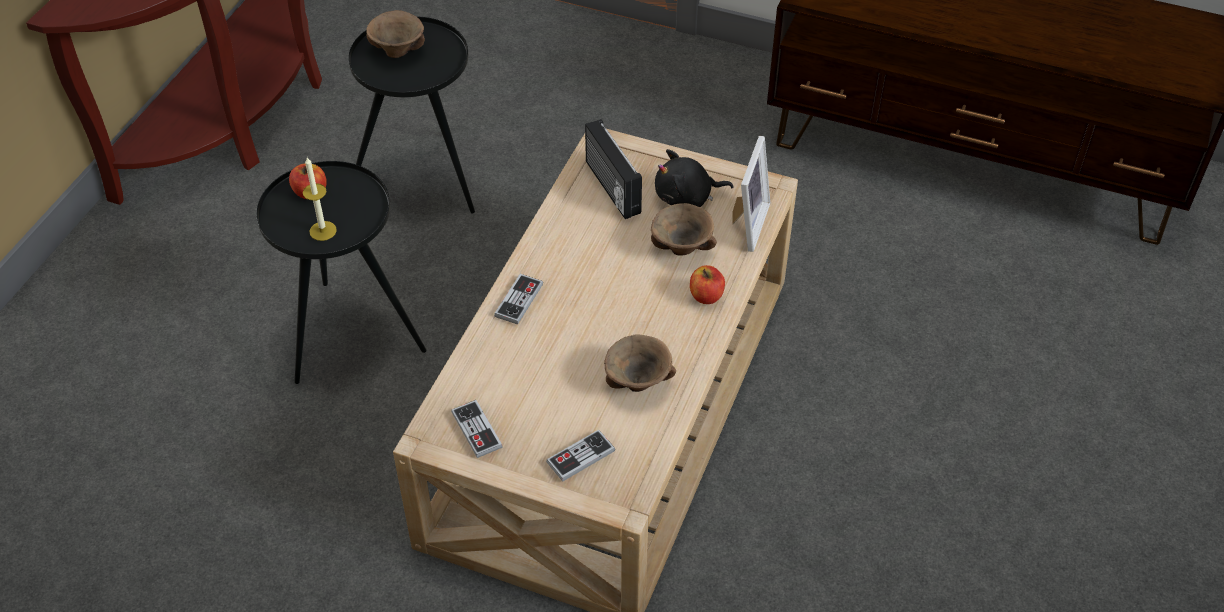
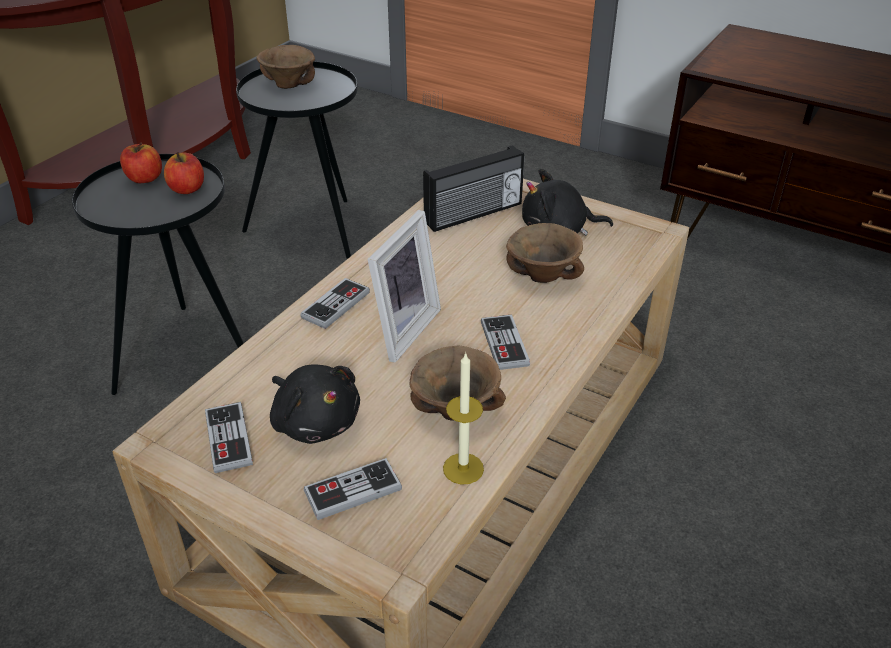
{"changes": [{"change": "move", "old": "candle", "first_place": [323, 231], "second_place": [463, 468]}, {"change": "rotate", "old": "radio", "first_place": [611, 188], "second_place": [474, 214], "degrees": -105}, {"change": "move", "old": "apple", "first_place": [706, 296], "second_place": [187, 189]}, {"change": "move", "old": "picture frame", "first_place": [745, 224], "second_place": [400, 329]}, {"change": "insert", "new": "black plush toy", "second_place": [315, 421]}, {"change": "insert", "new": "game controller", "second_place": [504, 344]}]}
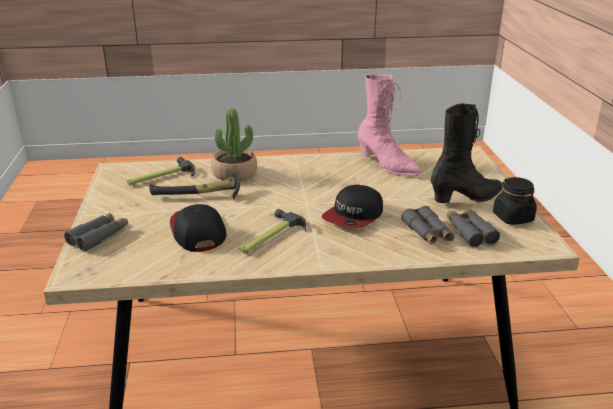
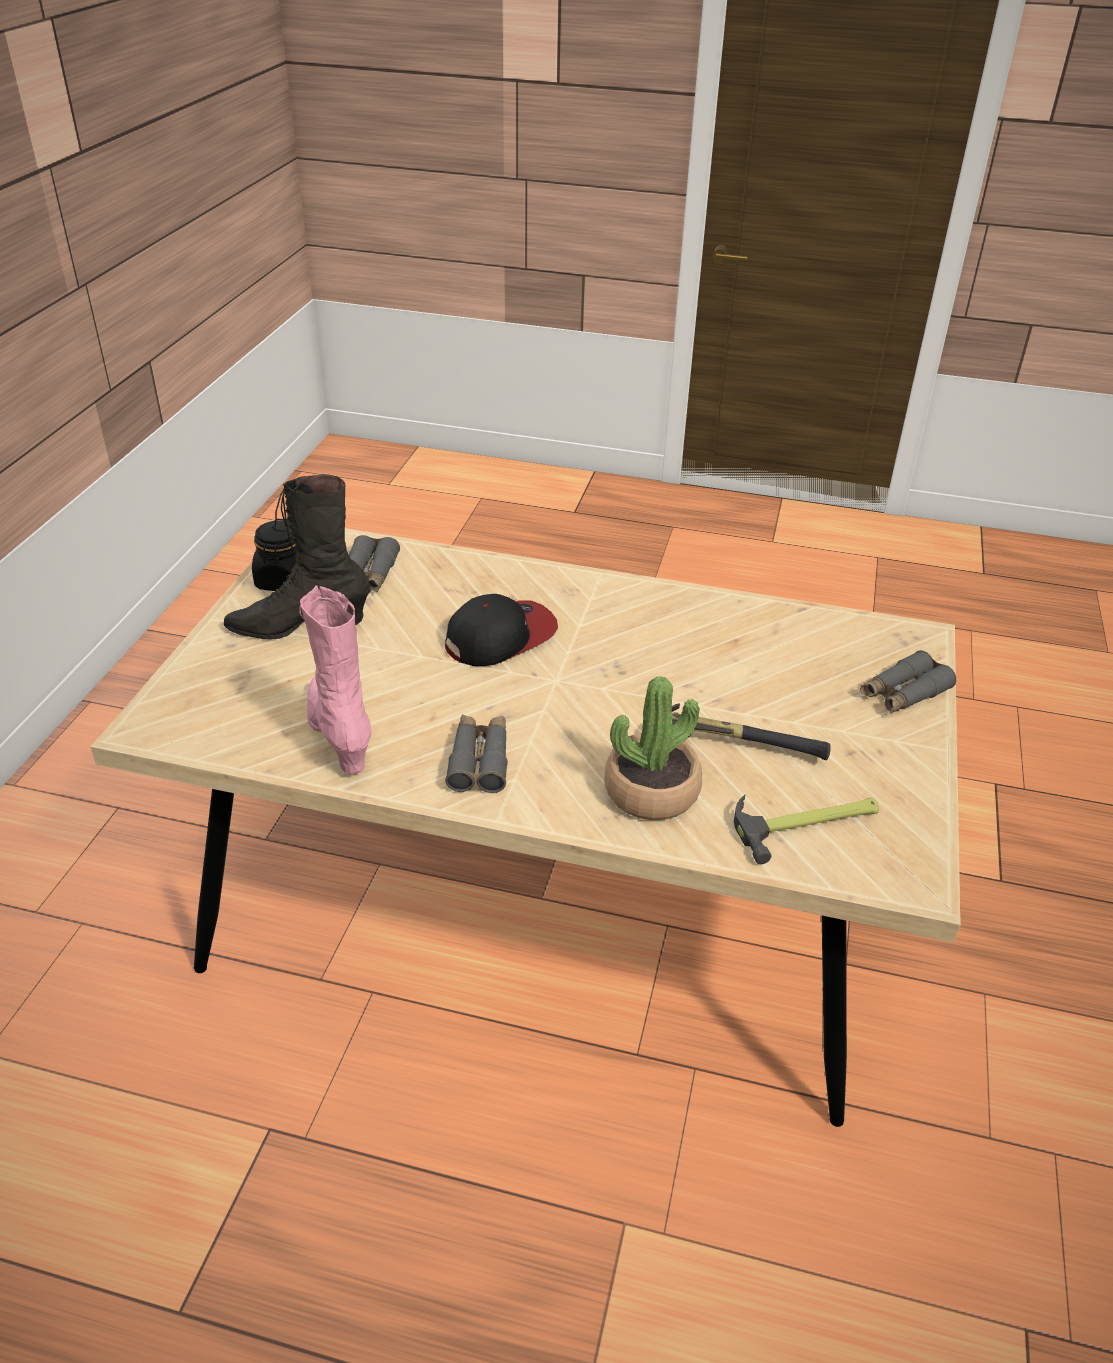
{"changes": [{"change": "delete", "old": "cap", "first_place": [197, 231]}, {"change": "delete", "old": "hammer", "first_place": [270, 237]}, {"change": "move", "old": "grey binoculars", "first_place": [427, 233], "second_place": [479, 760]}]}
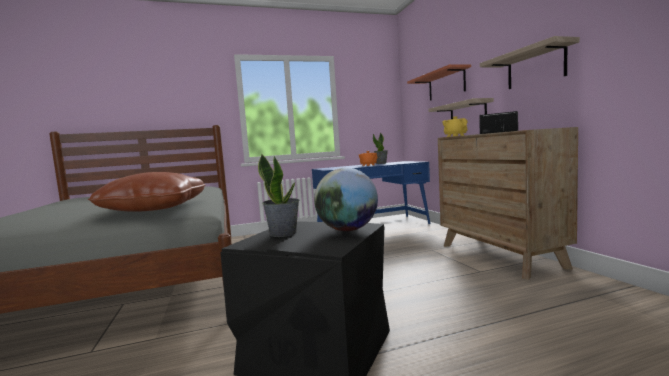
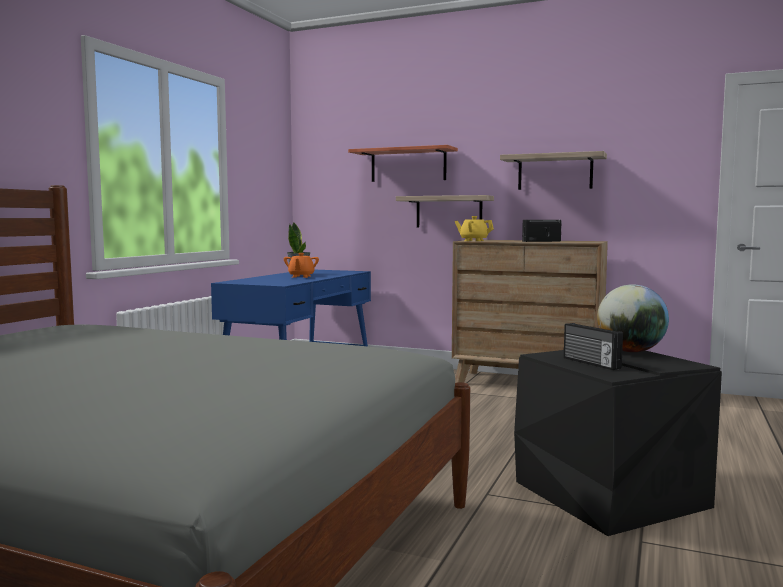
{"changes": [{"change": "delete", "old": "brown pillow", "first_place": [155, 209]}, {"change": "replace", "old": "potted plant", "new": "radio", "first_place": [283, 233], "second_place": [590, 363]}]}
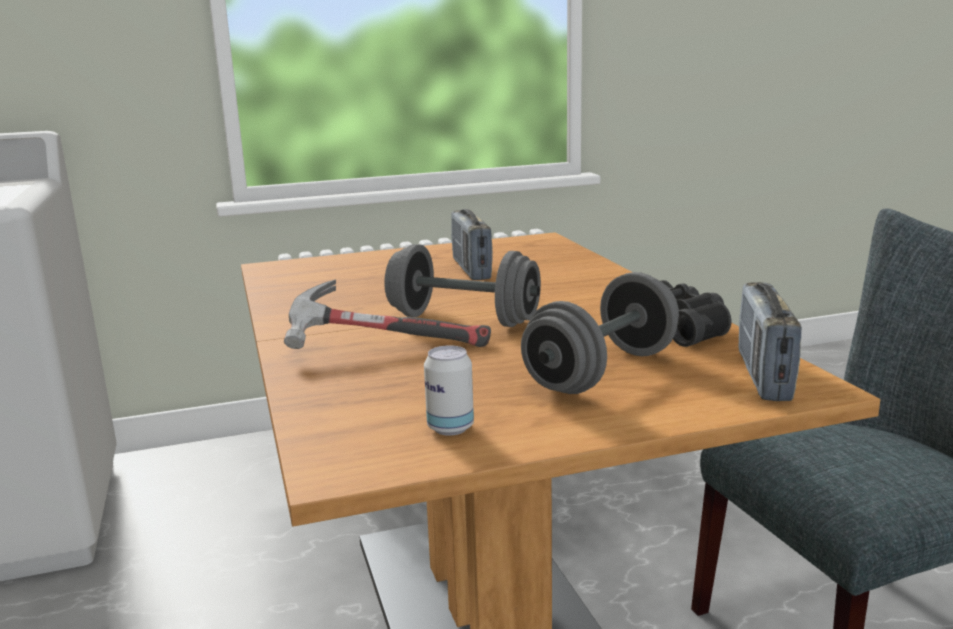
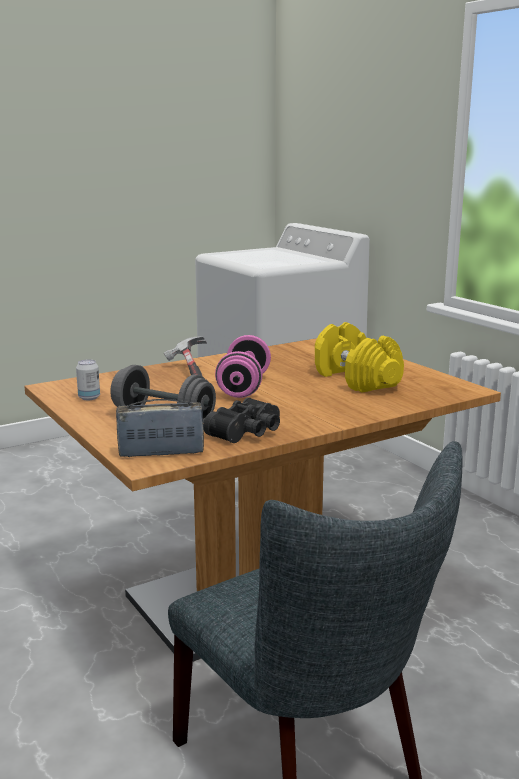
{"changes": [{"change": "recolor", "old": "grey dumbbell", "new": "pink dumbbell", "first_place": [463, 319], "second_place": [244, 387]}, {"change": "replace", "old": "radio", "new": "yellow dumbbell", "first_place": [471, 270], "second_place": [355, 379]}]}
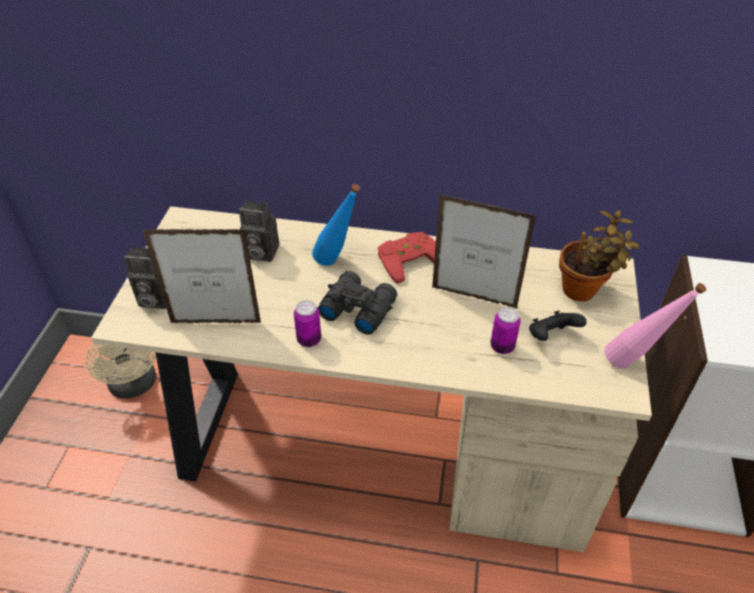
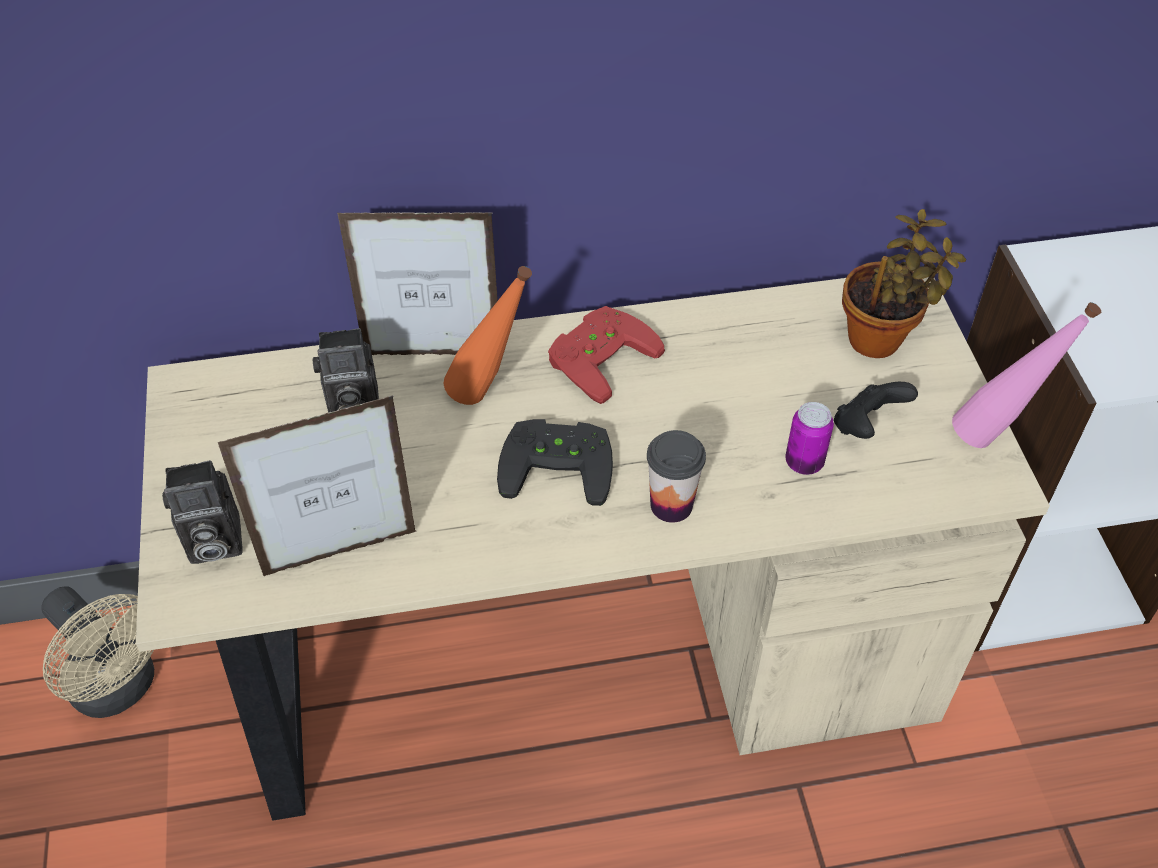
{"changes": [{"change": "delete", "old": "can", "first_place": [309, 340]}, {"change": "recolor", "old": "blue bottle", "new": "orange bottle", "first_place": [337, 264], "second_place": [490, 395]}, {"change": "replace", "old": "black binoculars", "new": "black game controller", "first_place": [357, 308], "second_place": [558, 462]}, {"change": "move", "old": "picture frame", "first_place": [474, 297], "second_place": [433, 355]}, {"change": "insert", "new": "cup", "second_place": [671, 505]}]}
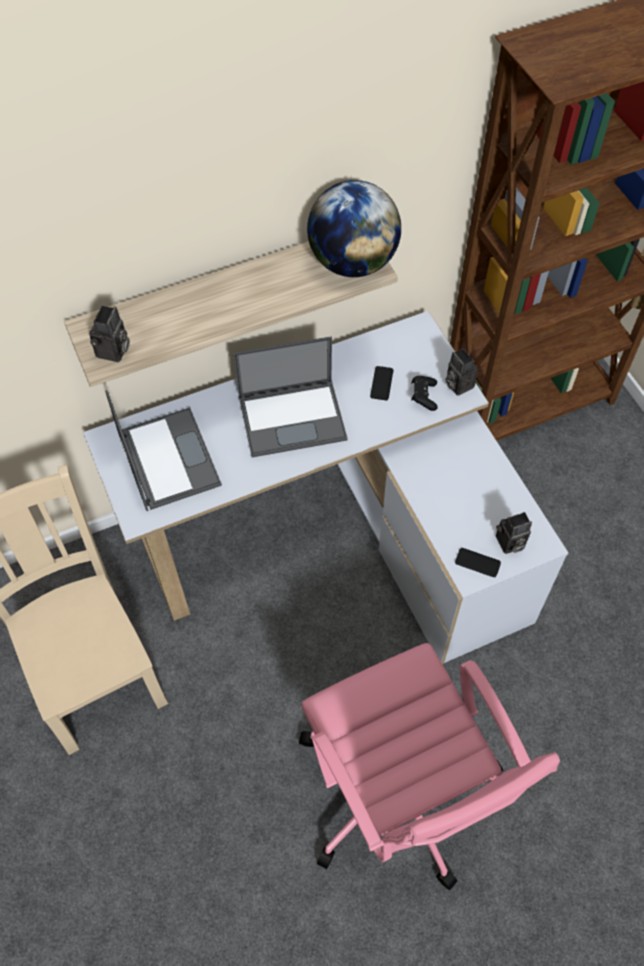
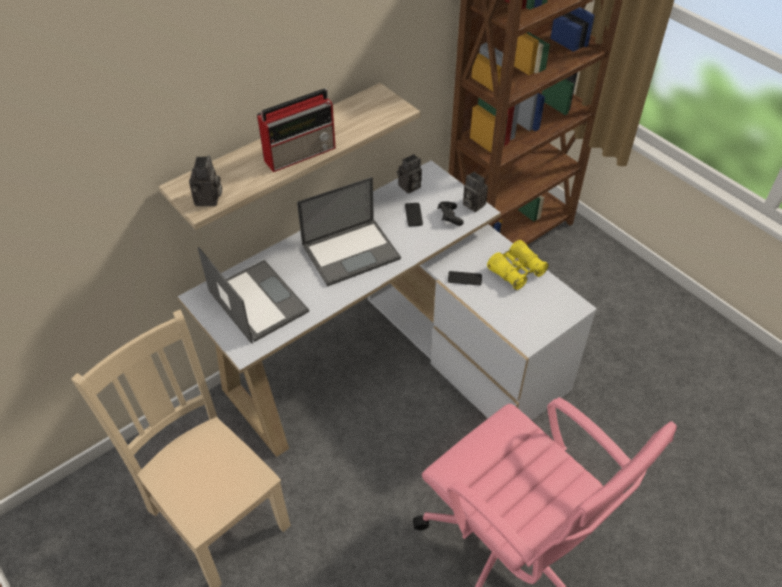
{"changes": [{"change": "delete", "old": "globe", "first_place": [353, 262]}, {"change": "move", "old": "phone", "first_place": [477, 562], "second_place": [464, 278]}, {"change": "move", "old": "photo camera", "first_place": [509, 543], "second_place": [409, 187]}, {"change": "insert", "new": "radio", "second_place": [301, 153]}, {"change": "insert", "new": "yellow binoculars", "second_place": [516, 271]}]}
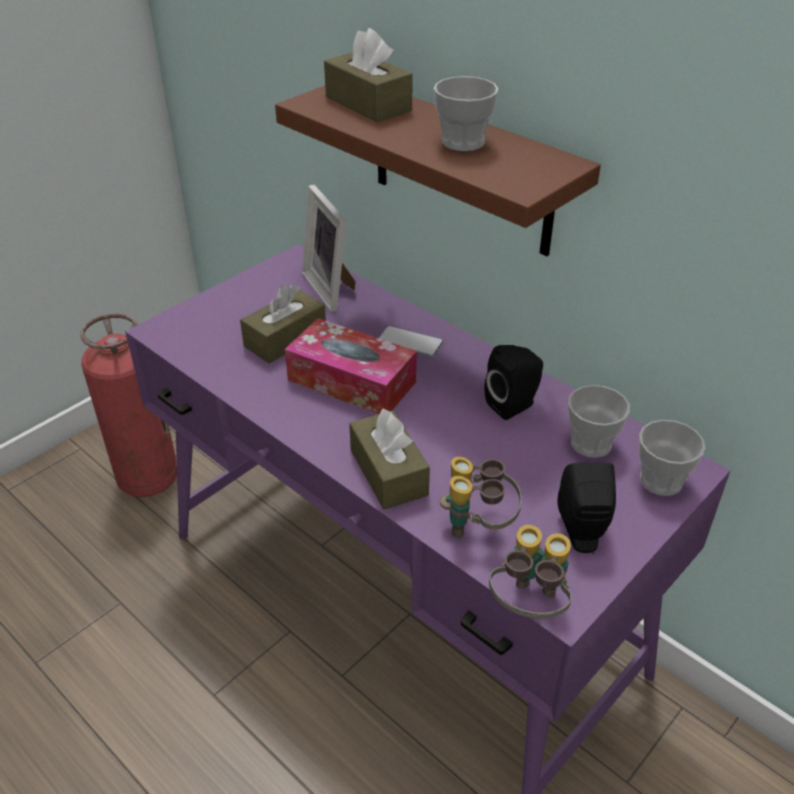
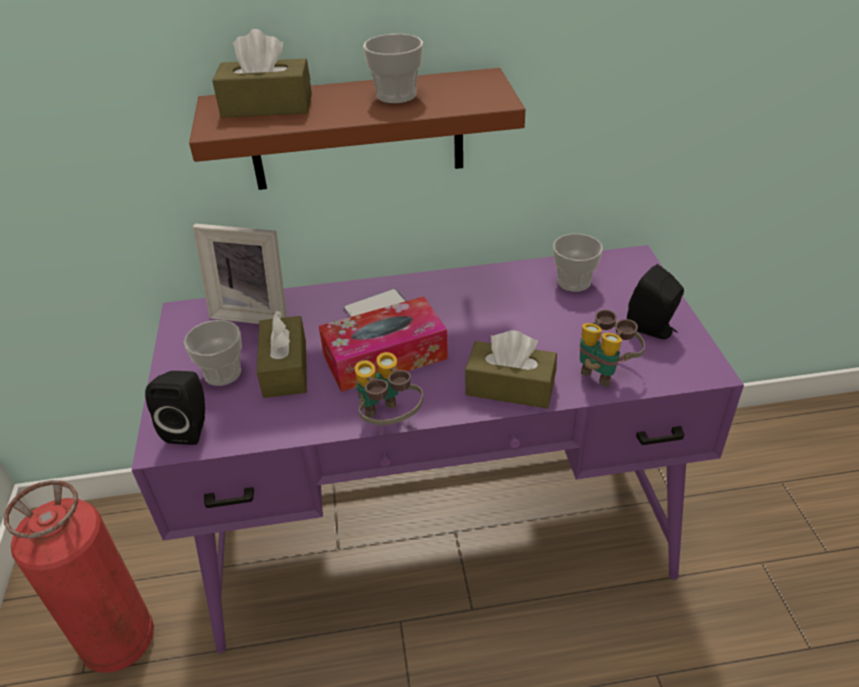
{"changes": [{"change": "move", "old": "black speaker", "first_place": [514, 405], "second_place": [190, 427]}, {"change": "move", "old": "binoculars", "first_place": [529, 605], "second_place": [388, 421]}, {"change": "move", "old": "cup", "first_place": [661, 480], "second_place": [222, 373]}]}
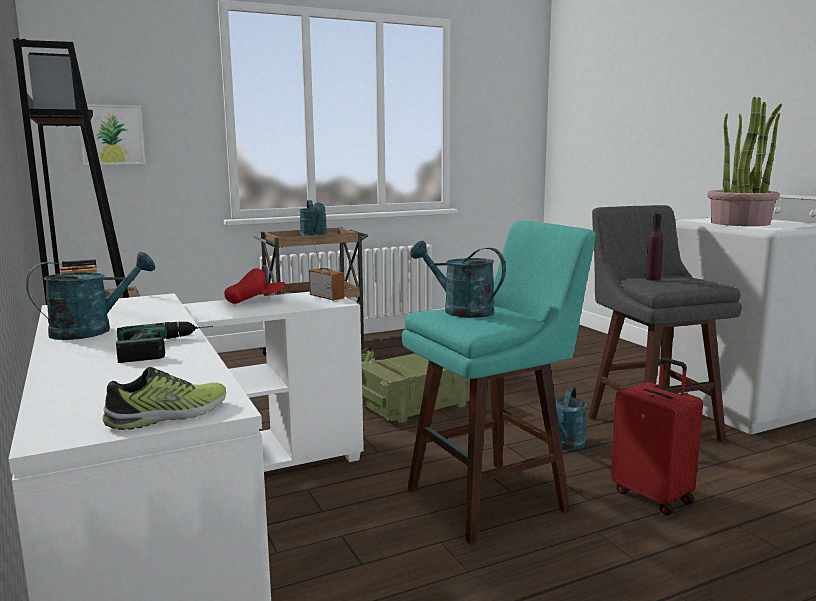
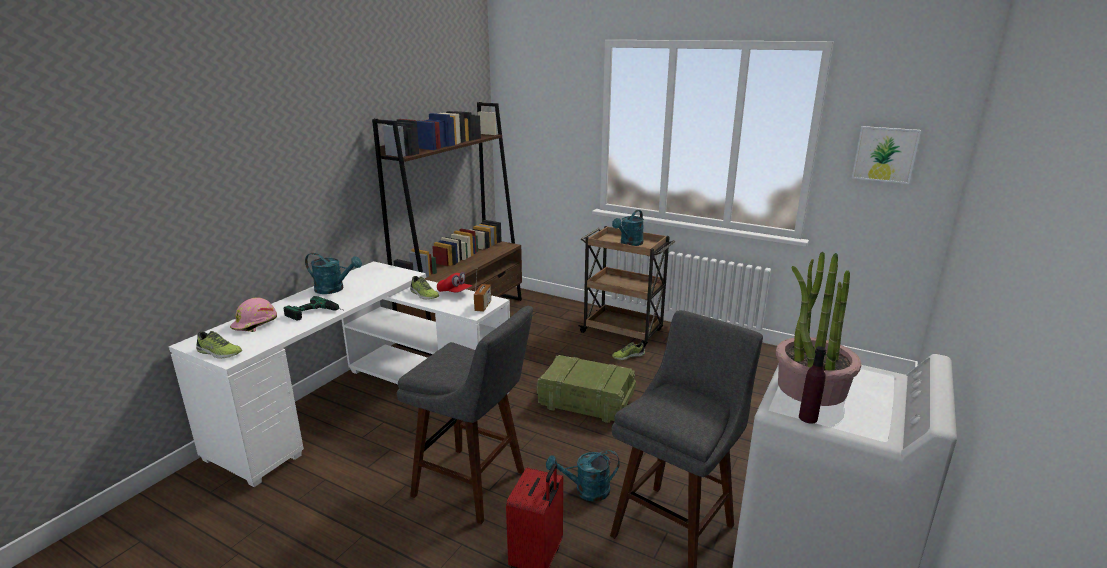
{"changes": [{"change": "move", "old": "picture", "first_place": [112, 135], "second_place": [885, 154]}, {"change": "recolor", "old": "turquoise stool", "new": "grey stool", "first_place": [493, 497], "second_place": [474, 485]}, {"change": "delete", "old": "turquoise watering can", "first_place": [460, 310]}, {"change": "move", "old": "purple bottle", "first_place": [652, 279], "second_place": [808, 418]}, {"change": "insert", "new": "pink hard hat", "second_place": [255, 324]}, {"change": "insert", "new": "shoe", "second_place": [424, 295]}]}
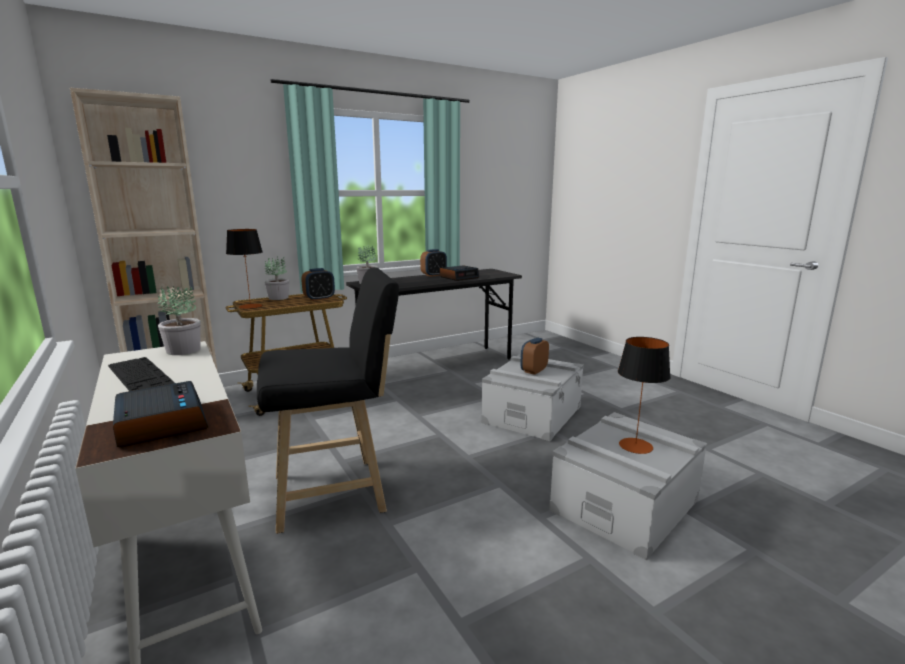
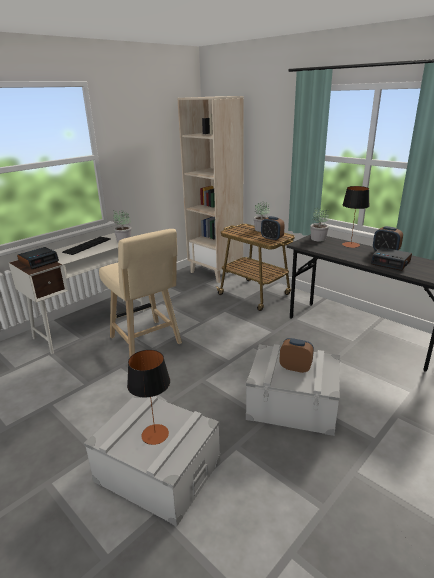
{"changes": [{"change": "move", "old": "table lamp", "first_place": [250, 306], "second_place": [350, 245]}, {"change": "recolor", "old": "black stool", "new": "beige stool", "first_place": [336, 492], "second_place": [147, 342]}]}
